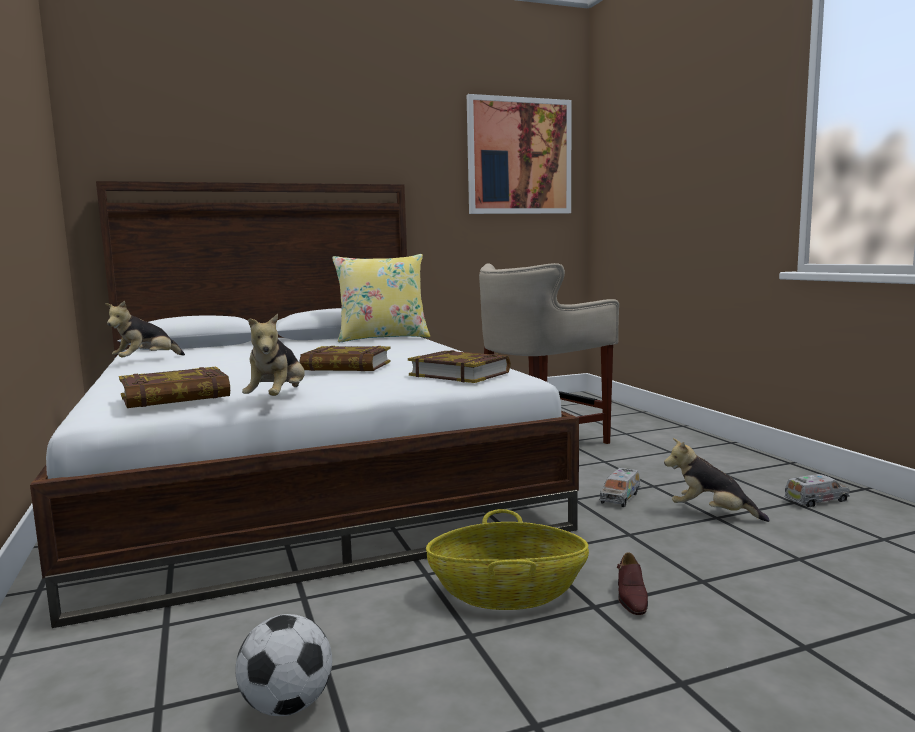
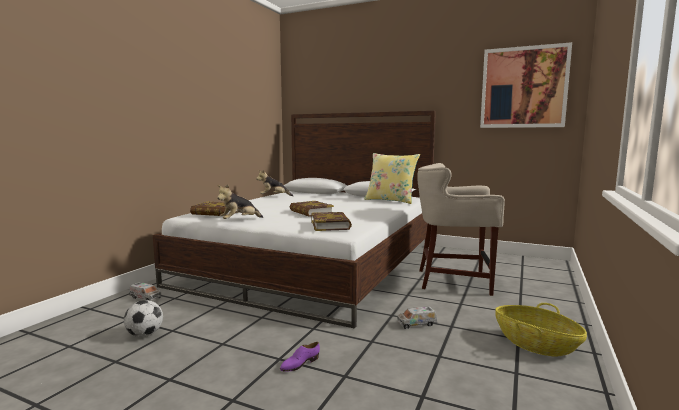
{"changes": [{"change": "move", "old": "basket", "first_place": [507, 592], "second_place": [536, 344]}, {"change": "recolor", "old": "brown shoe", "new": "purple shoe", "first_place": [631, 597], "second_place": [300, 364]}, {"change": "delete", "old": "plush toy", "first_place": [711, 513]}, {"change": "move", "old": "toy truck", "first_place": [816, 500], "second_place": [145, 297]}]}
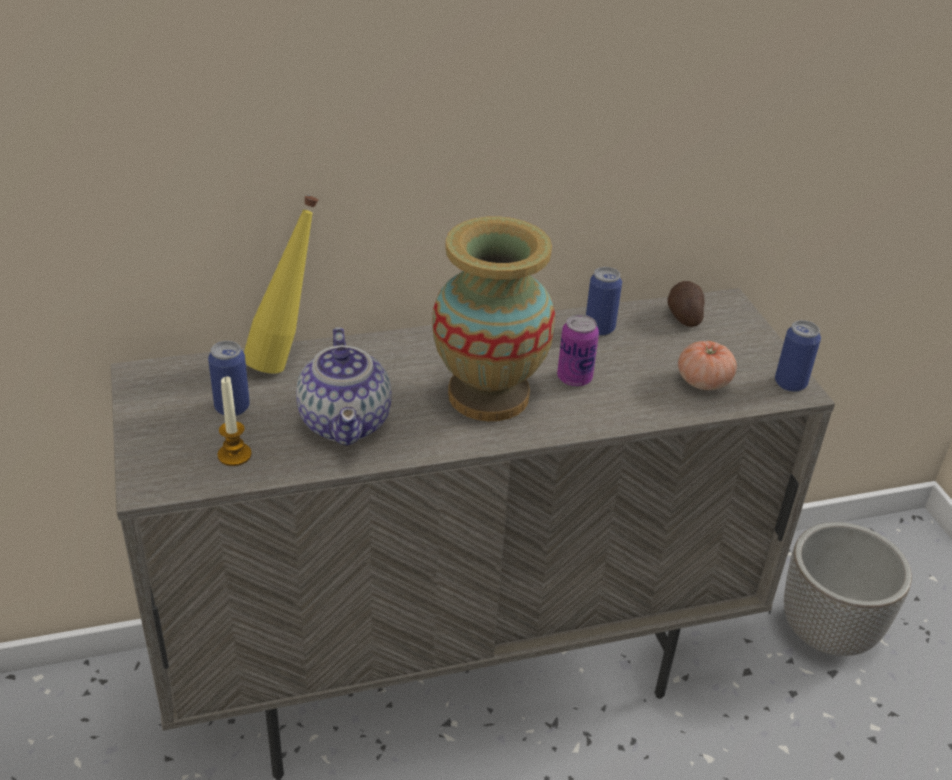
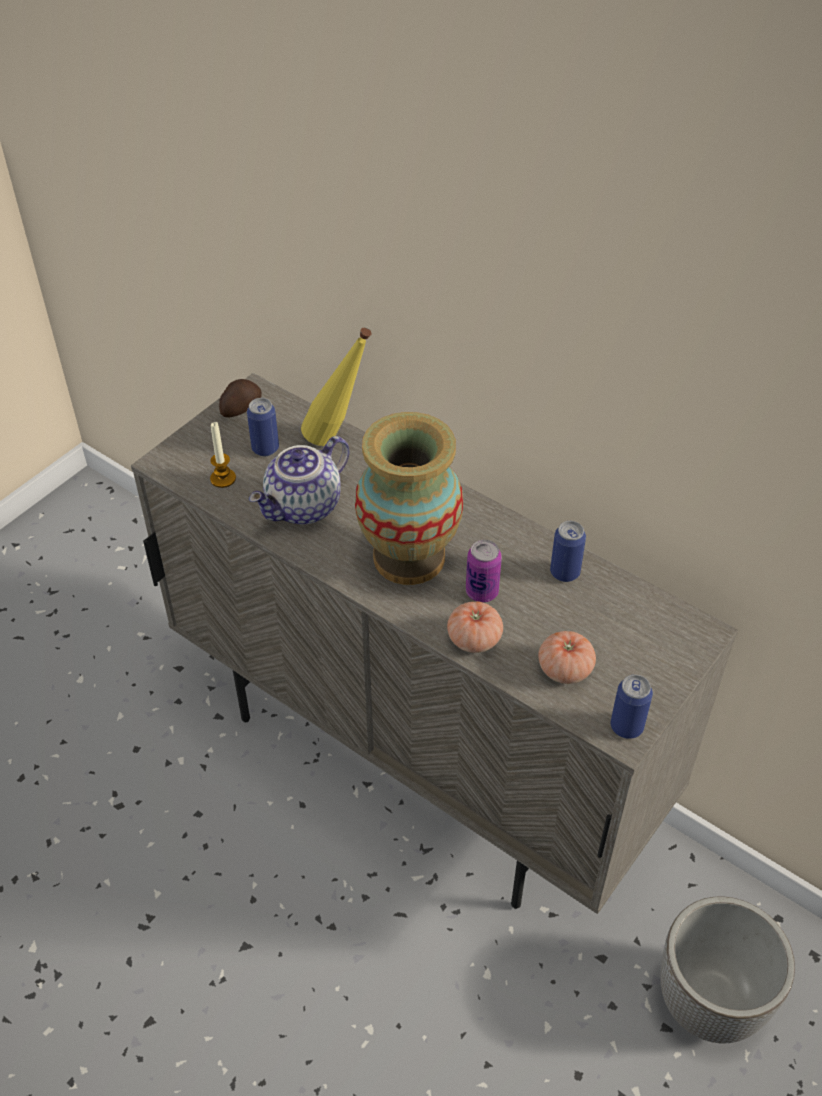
{"changes": [{"change": "move", "old": "potato", "first_place": [683, 316], "second_place": [240, 408]}, {"change": "insert", "new": "tomato", "second_place": [474, 639]}]}
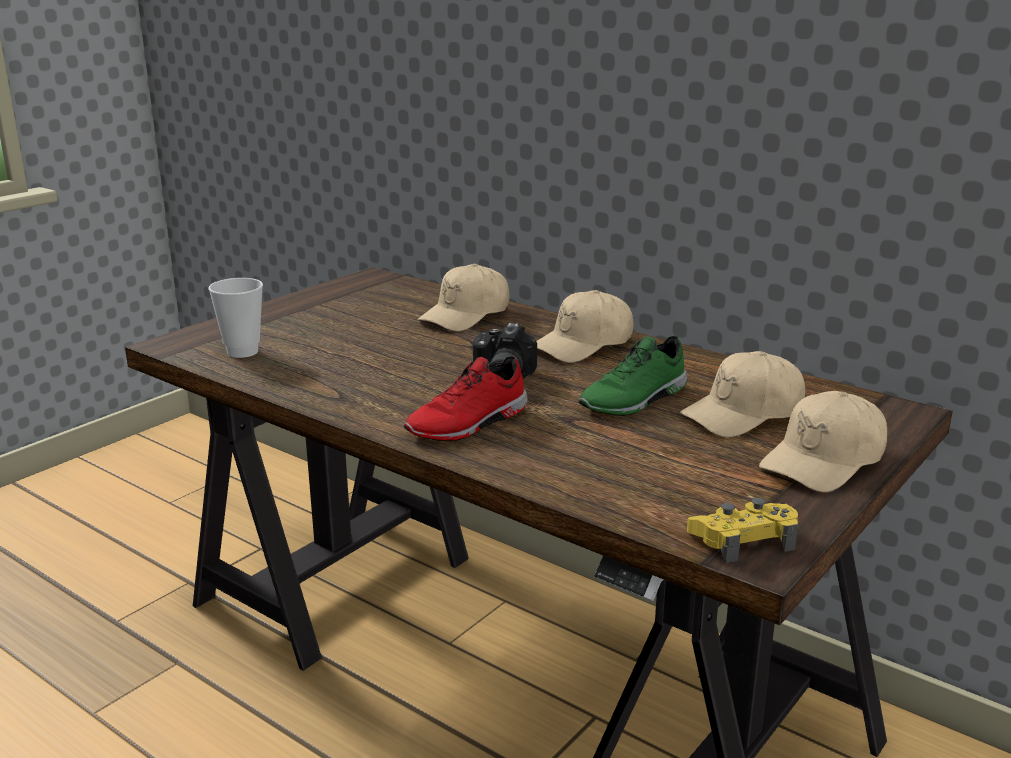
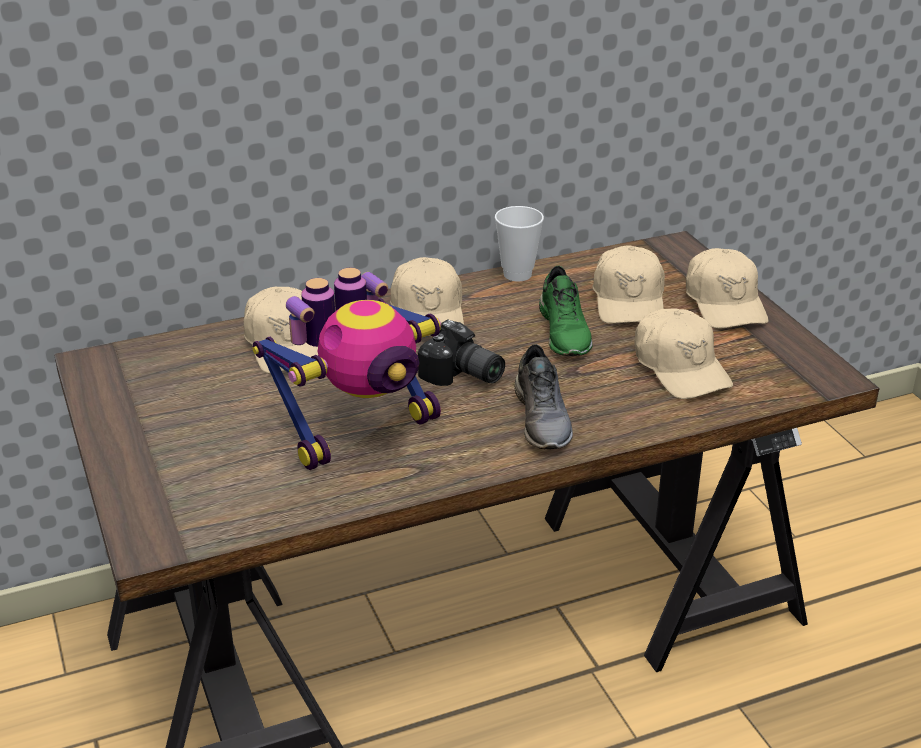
{"changes": [{"change": "move", "old": "cup", "first_place": [242, 352], "second_place": [517, 274]}, {"change": "recolor", "old": "red shoe", "new": "grey shoe", "first_place": [469, 424], "second_place": [543, 419]}, {"change": "delete", "old": "yellow game controller", "first_place": [743, 540]}, {"change": "insert", "new": "toy robot", "second_place": [360, 430]}, {"change": "insert", "new": "beige cap", "second_place": [680, 368]}]}
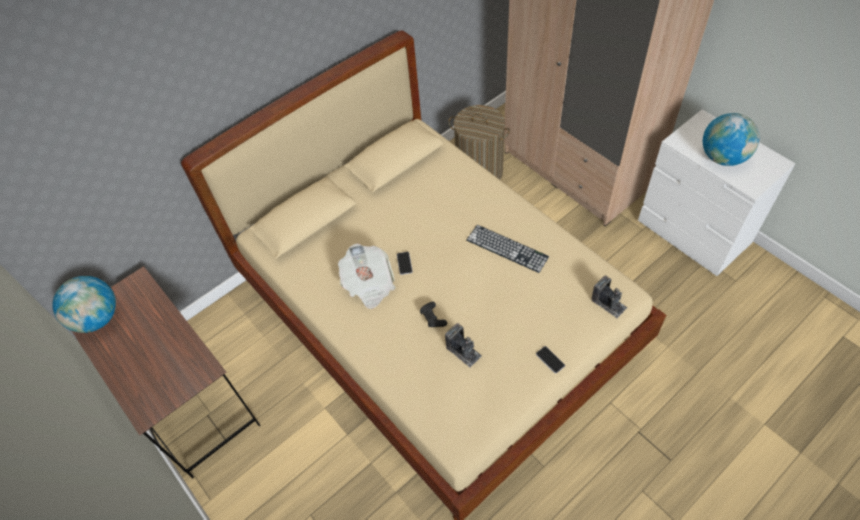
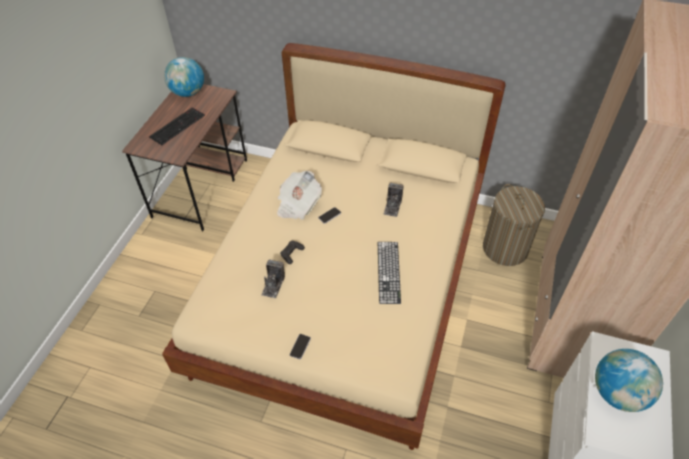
{"changes": [{"change": "move", "old": "photo camera", "first_place": [608, 303], "second_place": [392, 206]}, {"change": "insert", "new": "keyboard", "second_place": [177, 125]}]}
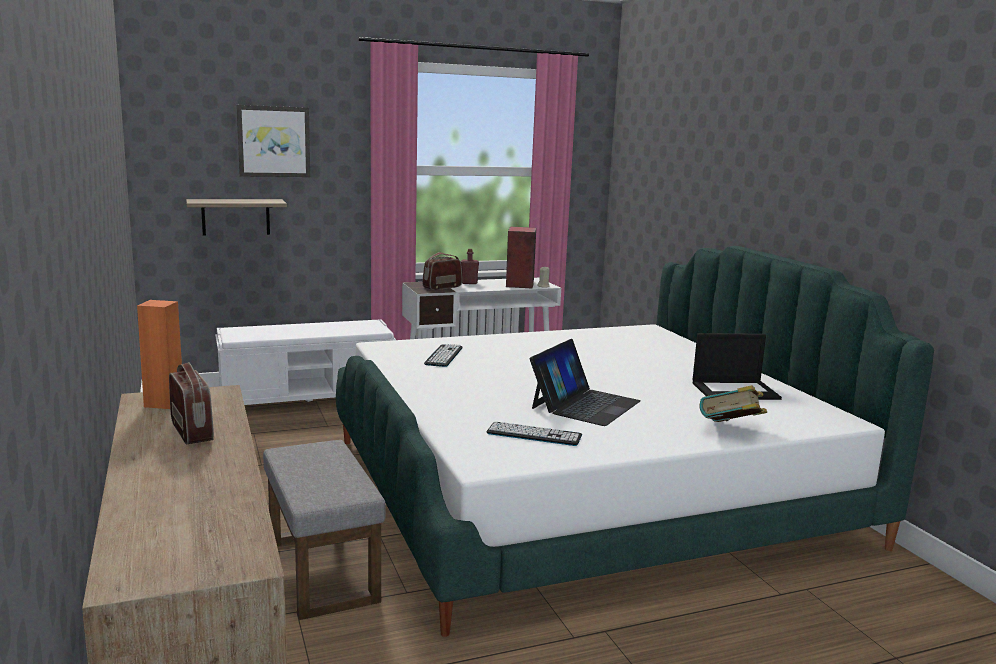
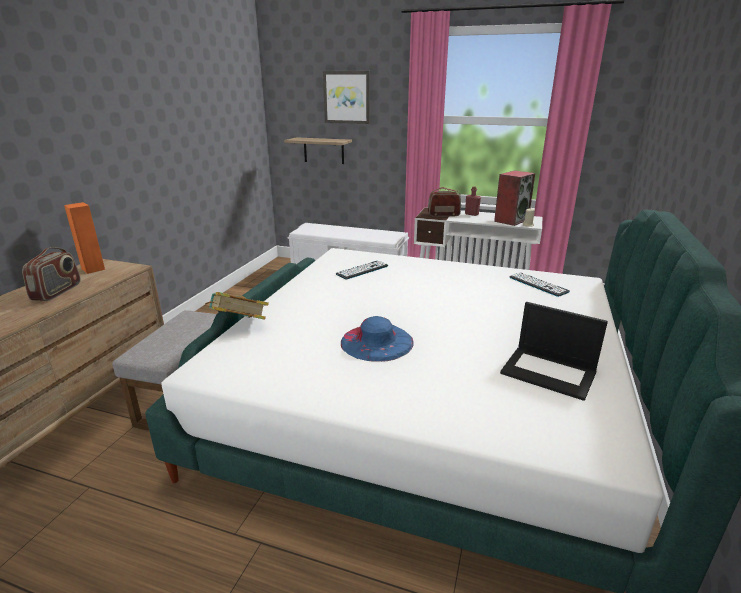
{"changes": [{"change": "move", "old": "keyboard", "first_place": [534, 434], "second_place": [538, 284]}, {"change": "replace", "old": "laptop", "new": "blue hat", "first_place": [585, 404], "second_place": [376, 342]}, {"change": "move", "old": "book", "first_place": [730, 431], "second_place": [239, 325]}]}
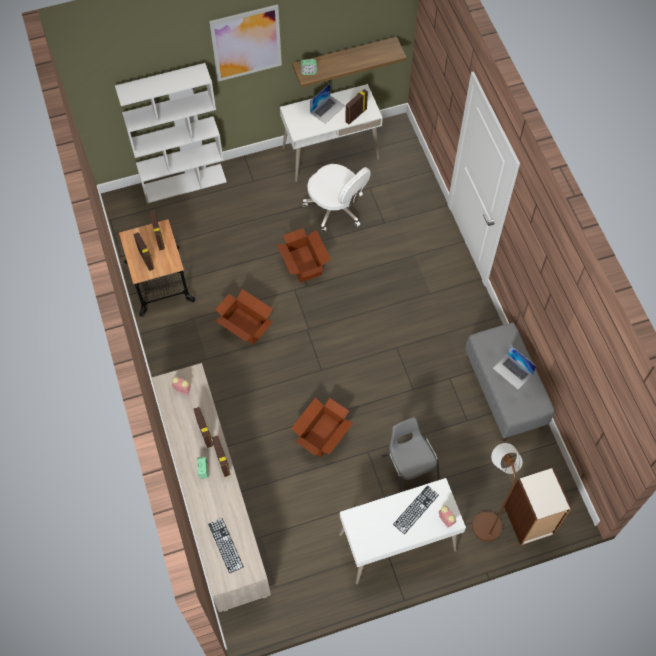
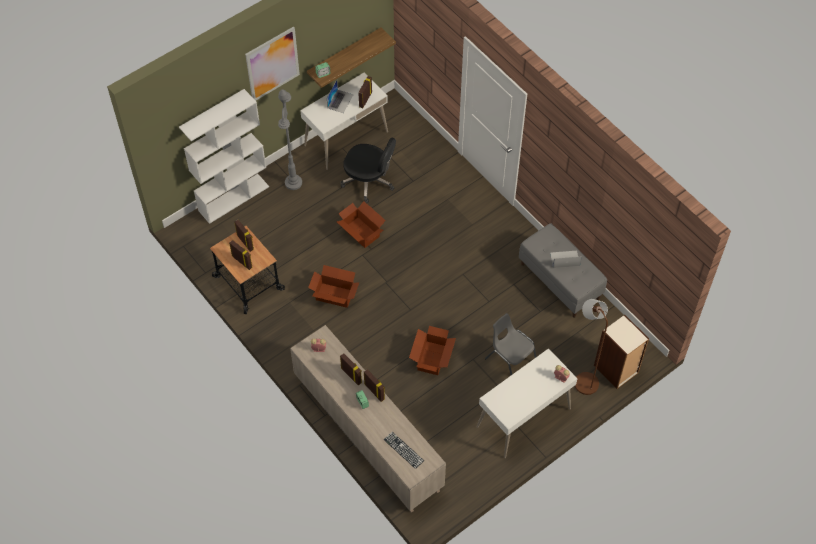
{"changes": [{"change": "recolor", "old": "white office chair", "new": "black office chair", "first_place": [336, 208], "second_place": [369, 181]}, {"change": "delete", "old": "keyboard", "first_place": [416, 509]}, {"change": "rotate", "old": "laptop", "first_place": [513, 371], "second_place": [564, 259], "degrees": 150}, {"change": "insert", "new": "grey floor lamp", "second_place": [293, 182]}]}
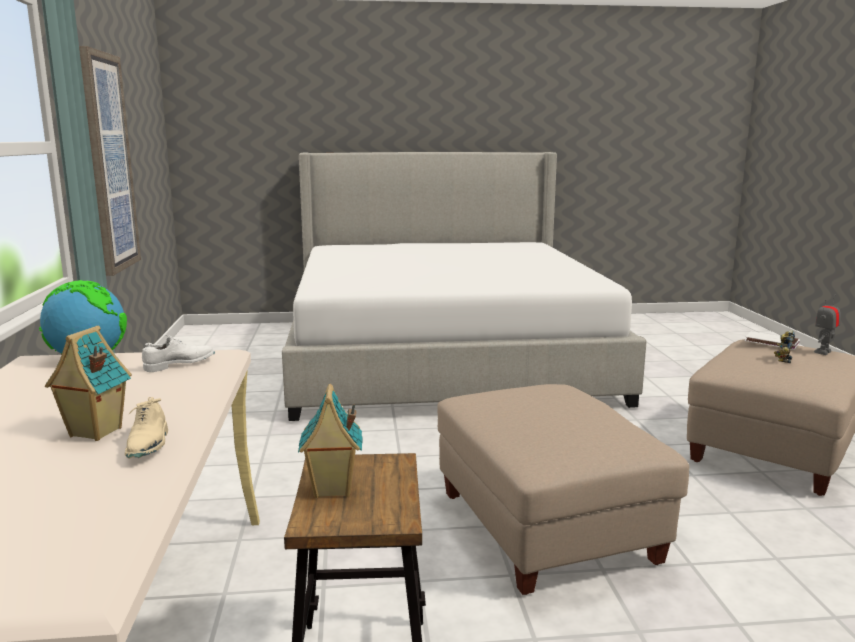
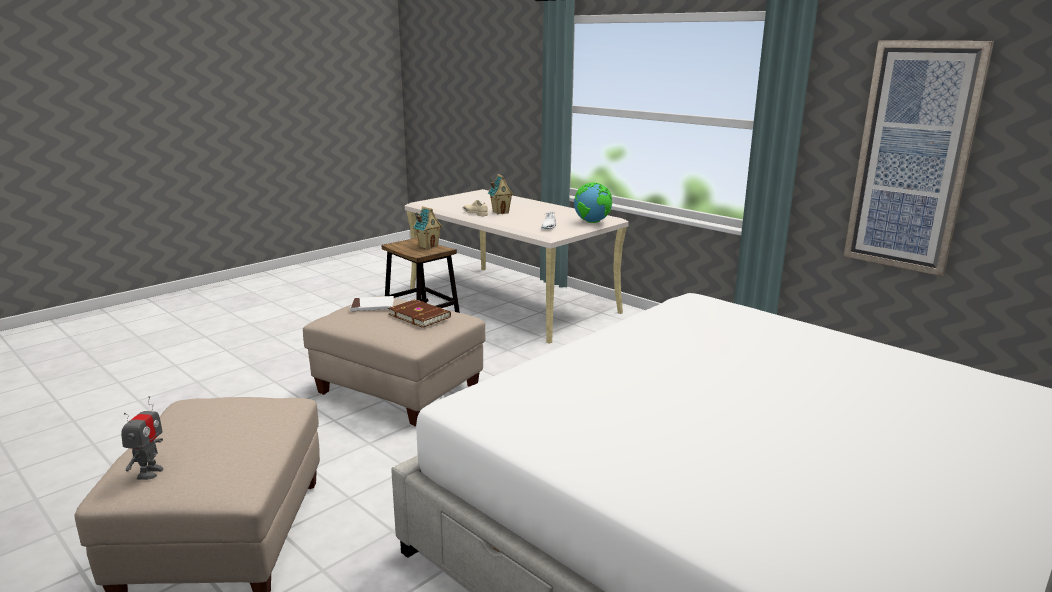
{"changes": [{"change": "move", "old": "white book", "first_place": [771, 343], "second_place": [372, 306]}, {"change": "delete", "old": "toy robot", "first_place": [782, 360]}, {"change": "insert", "new": "brown book", "second_place": [420, 315]}]}
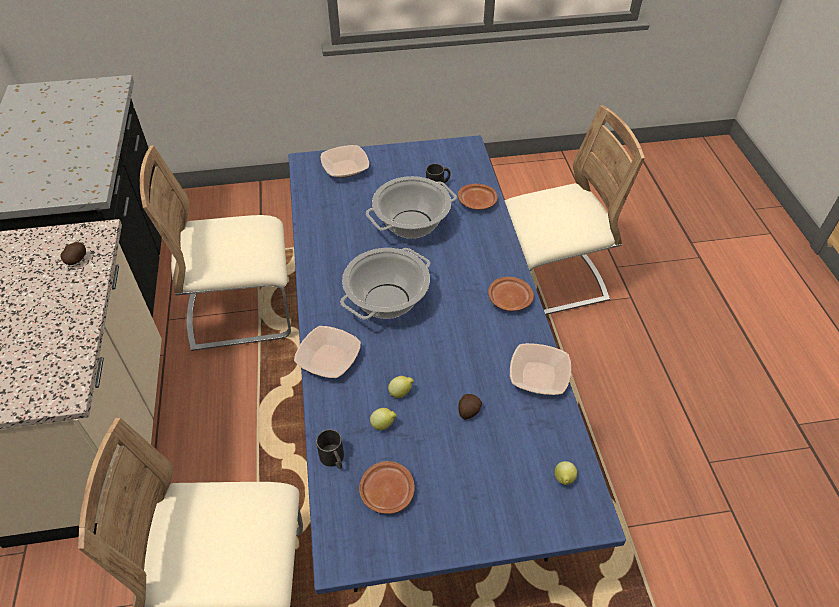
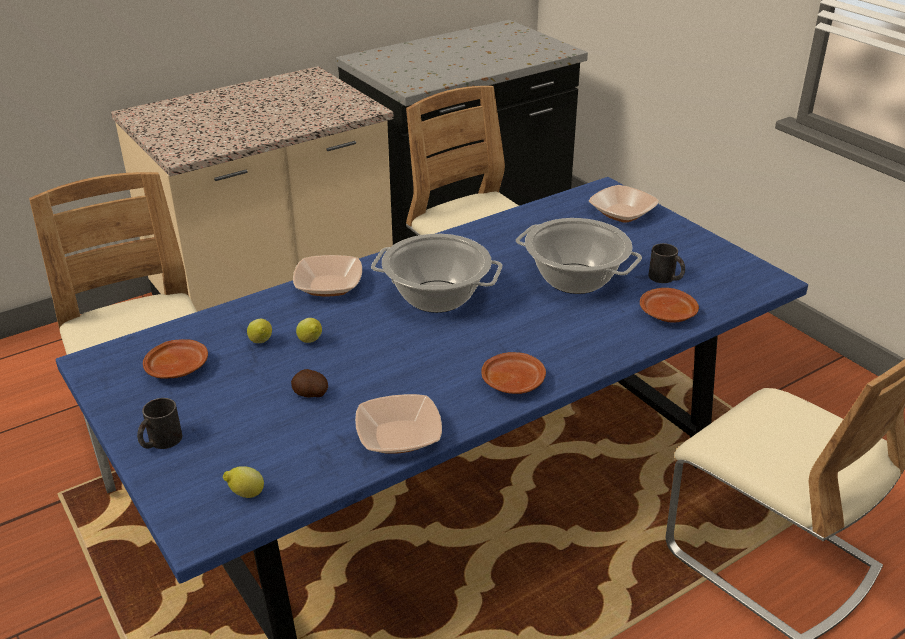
{"changes": [{"change": "delete", "old": "potato", "first_place": [77, 259]}, {"change": "move", "old": "black mug", "first_place": [334, 459], "second_place": [160, 442]}]}
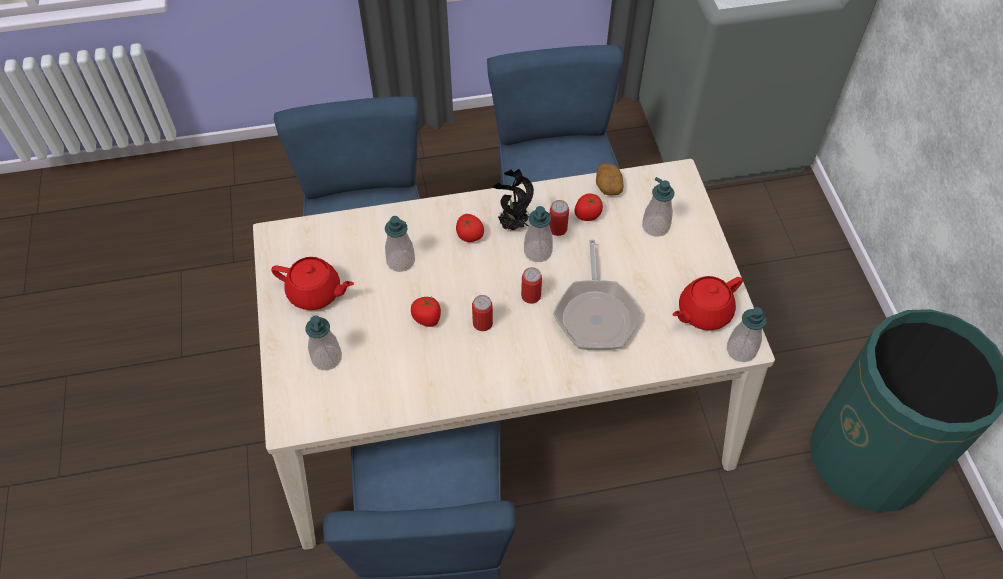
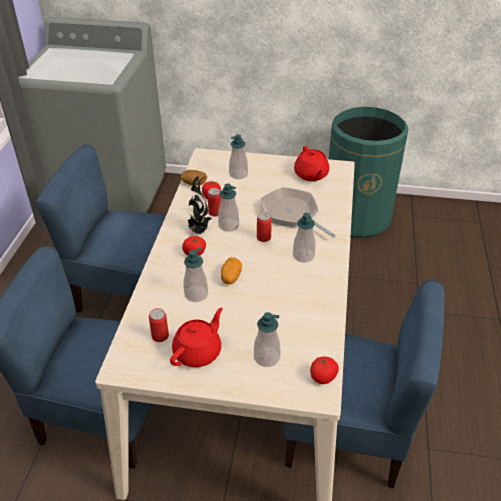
{"changes": [{"change": "move", "old": "tomato", "first_place": [427, 318], "second_place": [323, 377]}, {"change": "move", "old": "can", "first_place": [482, 323], "second_place": [160, 336]}, {"change": "rotate", "old": "frying pan", "first_place": [596, 314], "second_place": [292, 214], "degrees": -150}, {"change": "move", "old": "soap dispenser", "first_place": [741, 350], "second_place": [303, 256]}, {"change": "insert", "new": "potato", "second_place": [231, 277]}]}
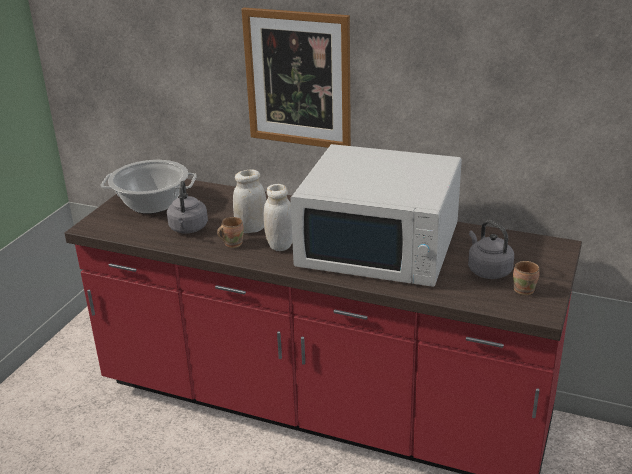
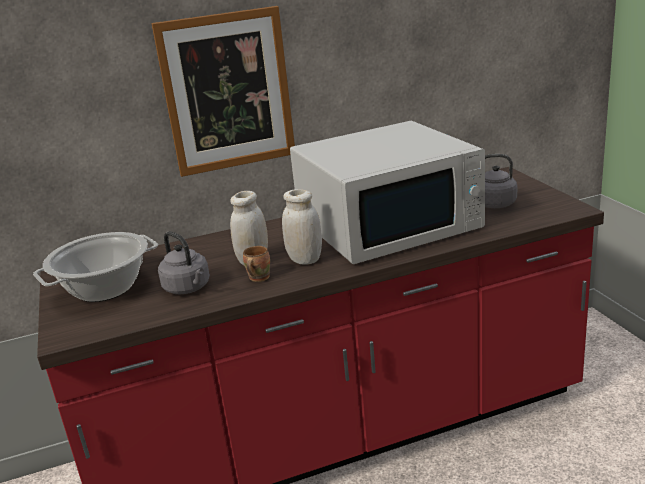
{"changes": [{"change": "delete", "old": "brown mug", "first_place": [525, 290]}]}
